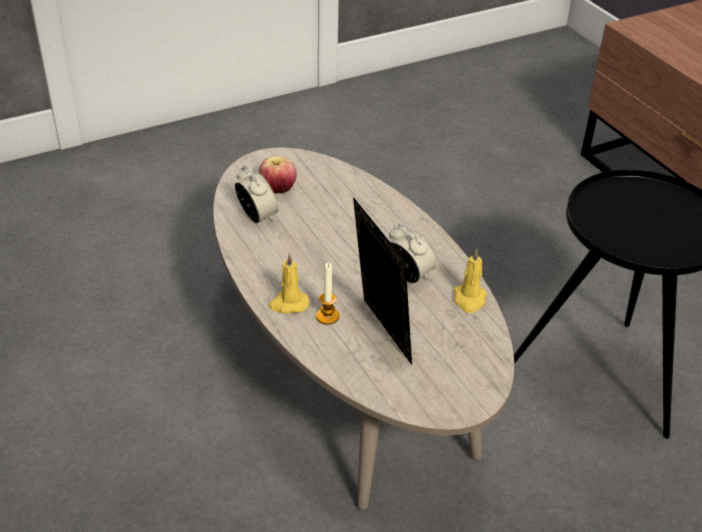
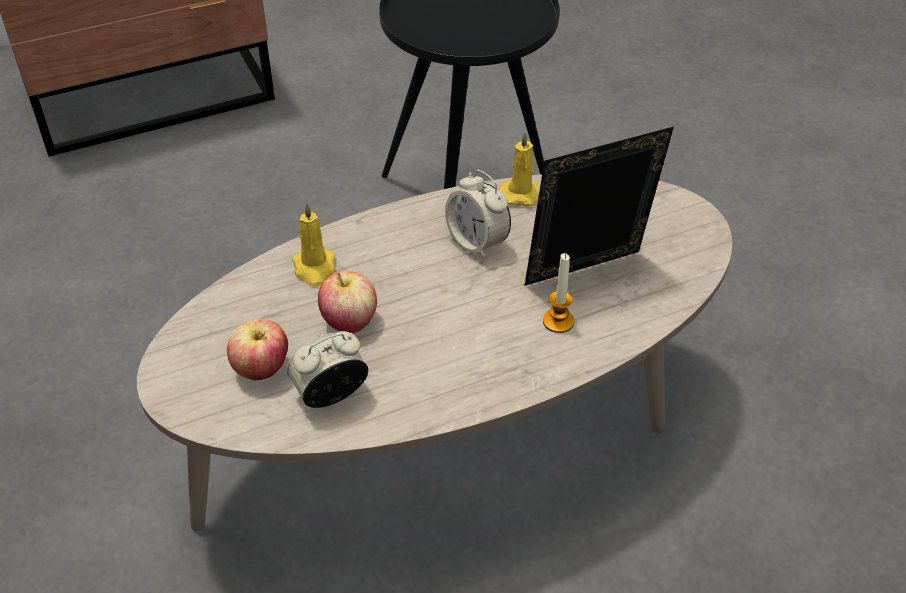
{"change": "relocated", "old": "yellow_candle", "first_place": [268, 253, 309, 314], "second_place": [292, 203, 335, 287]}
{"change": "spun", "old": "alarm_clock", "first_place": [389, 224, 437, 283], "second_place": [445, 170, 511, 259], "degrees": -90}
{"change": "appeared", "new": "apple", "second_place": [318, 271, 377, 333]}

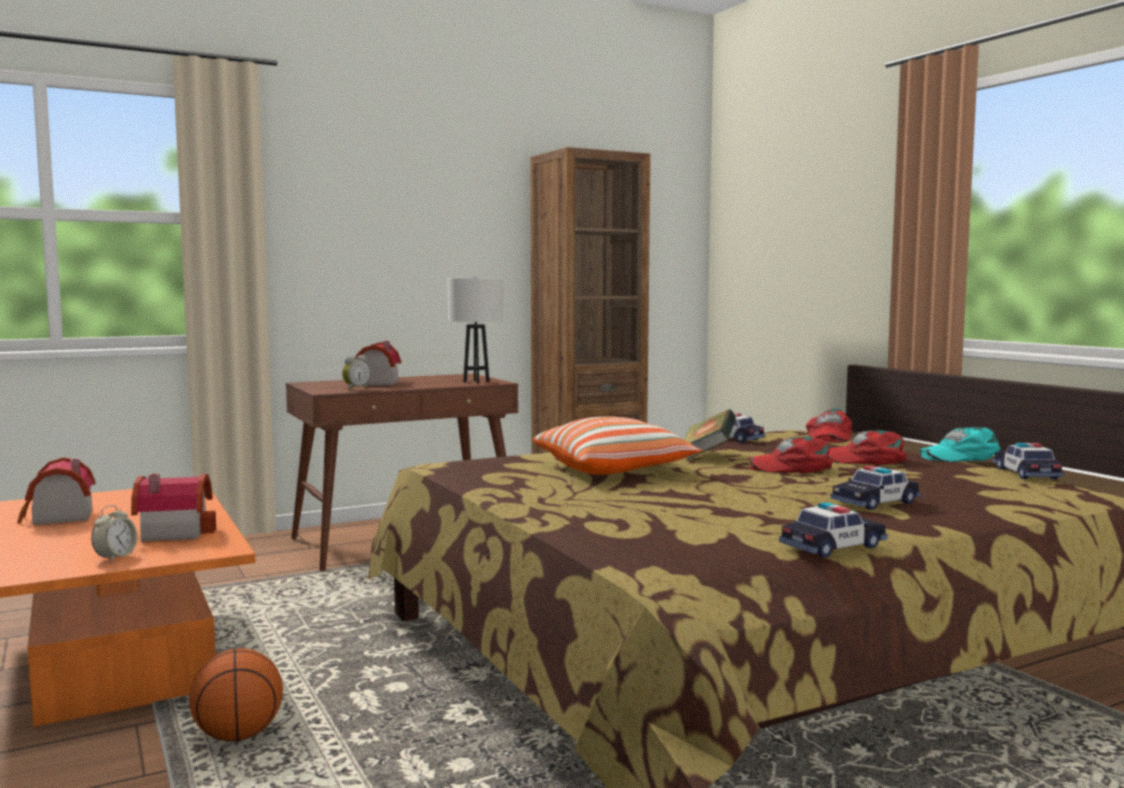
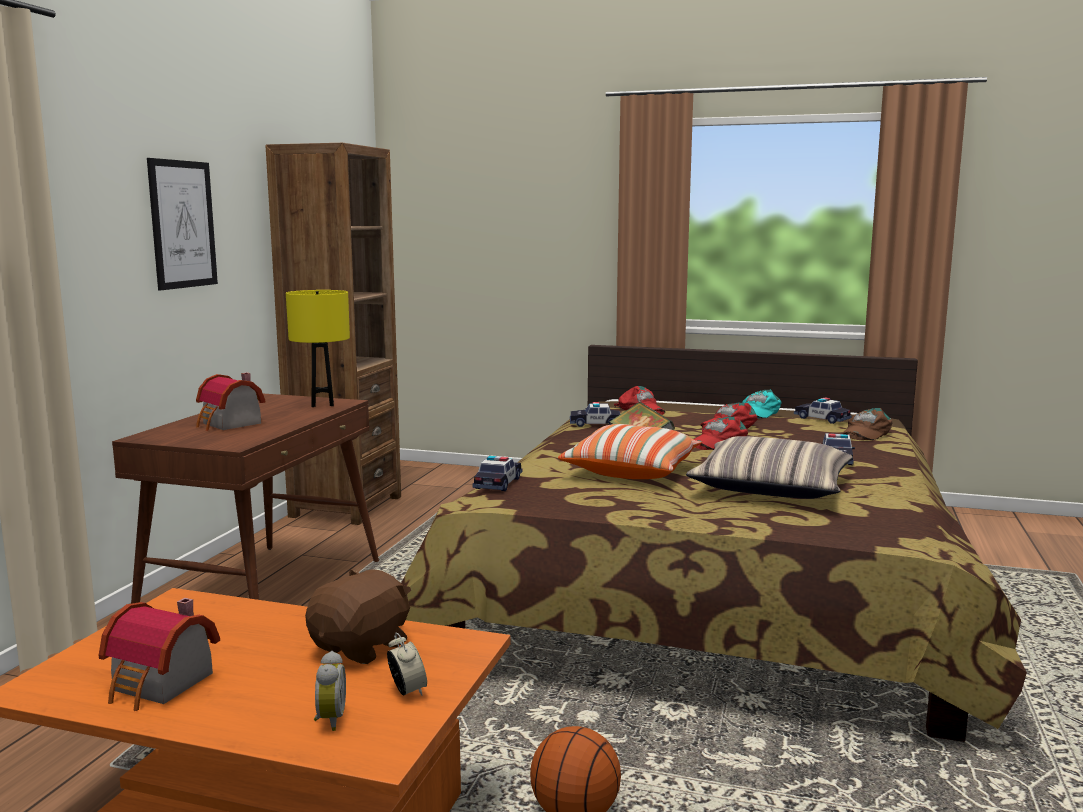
{"change": "exchanged", "old": "toy_house", "new": "brown_plush_toy", "first_place": [131, 473, 216, 542], "second_place": [305, 569, 411, 664]}
{"change": "relocated", "old": "alarm_clock", "first_place": [342, 355, 370, 391], "second_place": [314, 651, 346, 731]}
{"change": "colour", "old": "white_table_lamp", "new": "yellow_table_lamp", "first_place": [447, 277, 503, 383], "second_place": [286, 290, 350, 407]}
{"change": "relocated", "old": "toy_car", "first_place": [779, 502, 888, 558], "second_place": [472, 456, 522, 491]}
{"change": "appeared", "new": "picture", "second_place": [147, 158, 218, 290]}
{"change": "appeared", "new": "pillow", "second_place": [686, 436, 853, 499]}
{"change": "appeared", "new": "brown_cap", "second_place": [842, 408, 893, 440]}

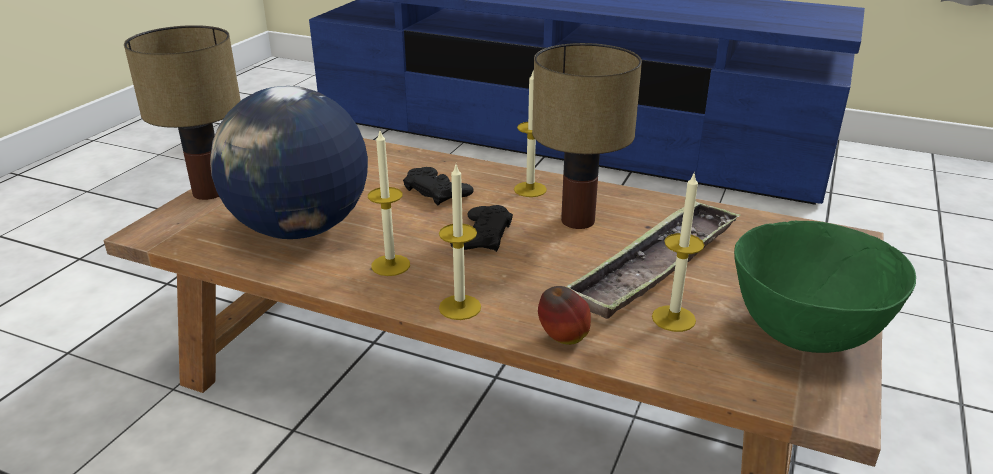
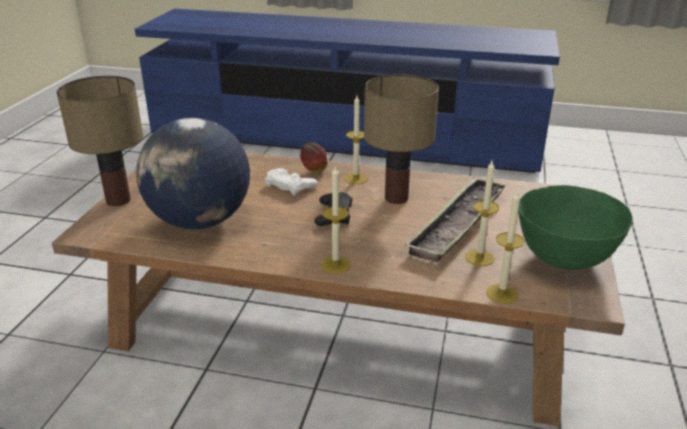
{"change": "relocated", "old": "candle", "first_place": [368, 131, 410, 276], "second_place": [486, 191, 525, 304]}
{"change": "colour", "old": "black_game_controller", "new": "white_game_controller", "first_place": [403, 167, 474, 205], "second_place": [264, 168, 317, 196]}
{"change": "relocated", "old": "apple", "first_place": [538, 286, 591, 345], "second_place": [300, 142, 328, 173]}

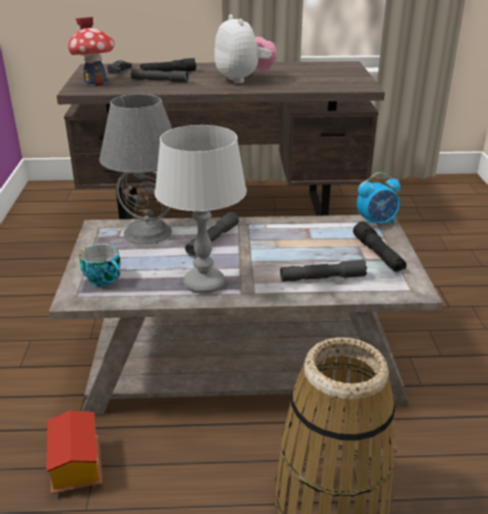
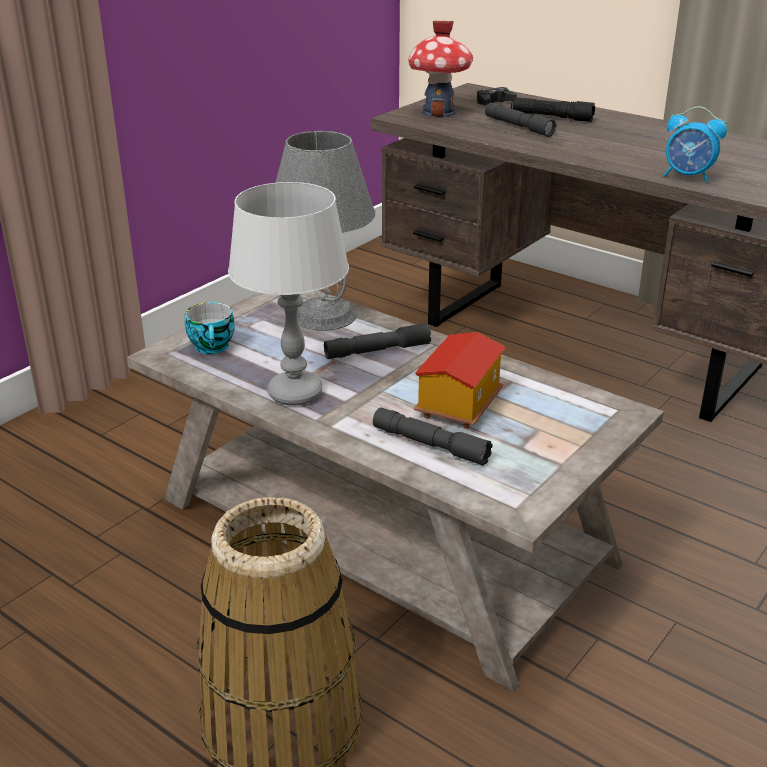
{"change": "relocated", "old": "toy_house", "first_place": [46, 411, 103, 494], "second_place": [414, 332, 506, 428]}
{"change": "missing", "old": "plush_toy", "first_place": [214, 14, 277, 84]}
{"change": "missing", "old": "black_flashlight", "first_place": [353, 221, 407, 272]}
{"change": "relocated", "old": "alarm_clock", "first_place": [357, 172, 401, 224], "second_place": [664, 106, 727, 182]}

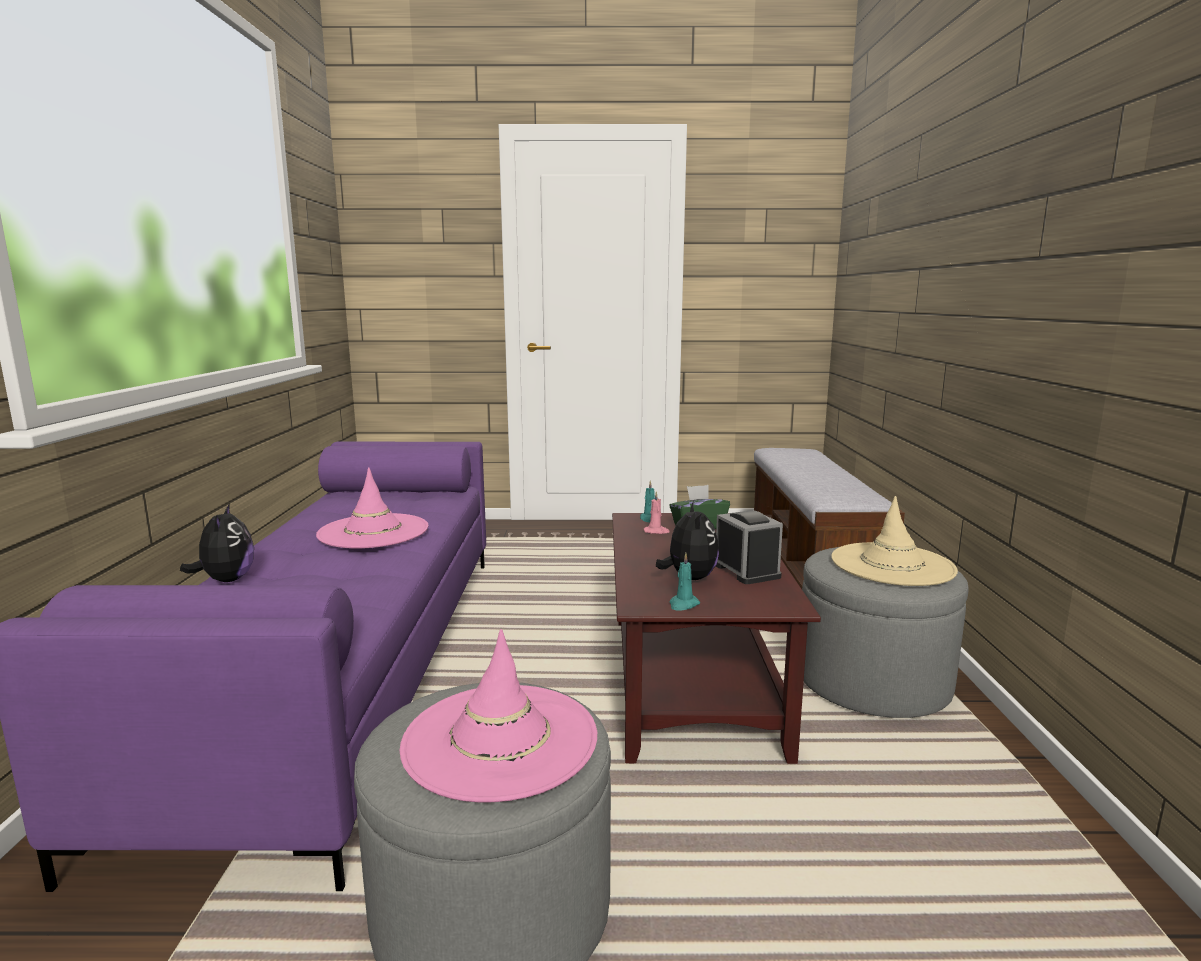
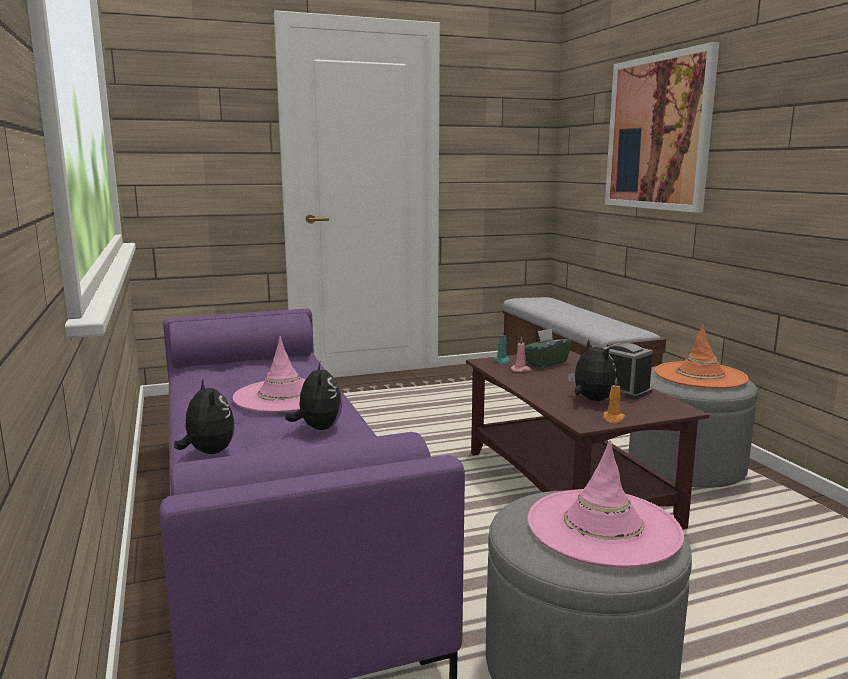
{"change": "colour", "old": "turquoise_candle", "new": "orange_candle", "first_place": [670, 553, 700, 611], "second_place": [603, 377, 625, 423]}
{"change": "colour", "old": "beige_hat", "new": "orange_hat", "first_place": [831, 496, 958, 586], "second_place": [655, 324, 749, 389]}
{"change": "appeared", "new": "plush_toy", "second_place": [285, 361, 342, 430]}
{"change": "appeared", "new": "picture", "second_place": [605, 42, 720, 213]}

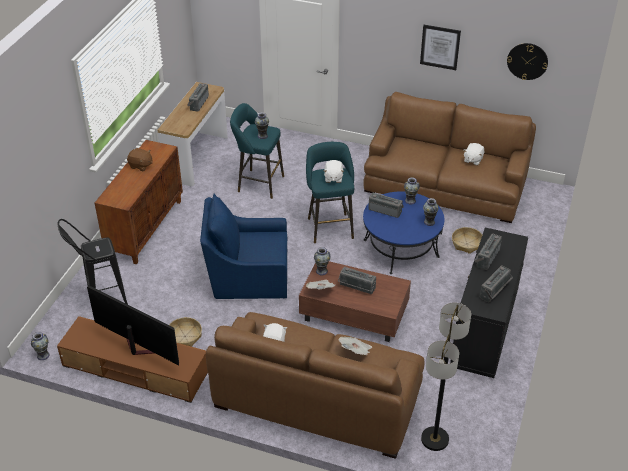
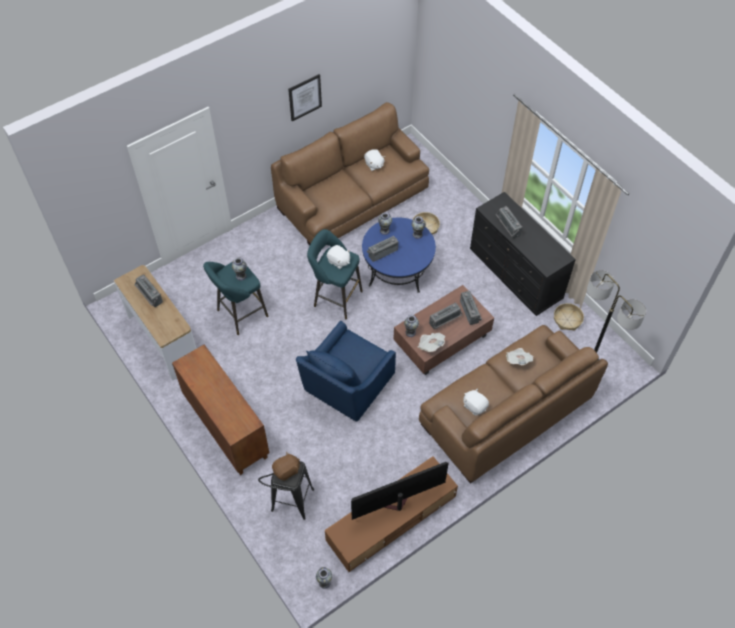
{"change": "relocated", "old": "brown_plush_toy", "first_place": [127, 148, 153, 171], "second_place": [272, 451, 300, 481]}
{"change": "relocated", "old": "basket", "first_place": [169, 317, 202, 347], "second_place": [554, 303, 584, 331]}
{"change": "relocated", "old": "radio", "first_place": [480, 265, 513, 302], "second_place": [460, 291, 482, 325]}
{"change": "missing", "old": "wall_clock", "first_place": [507, 43, 548, 80]}

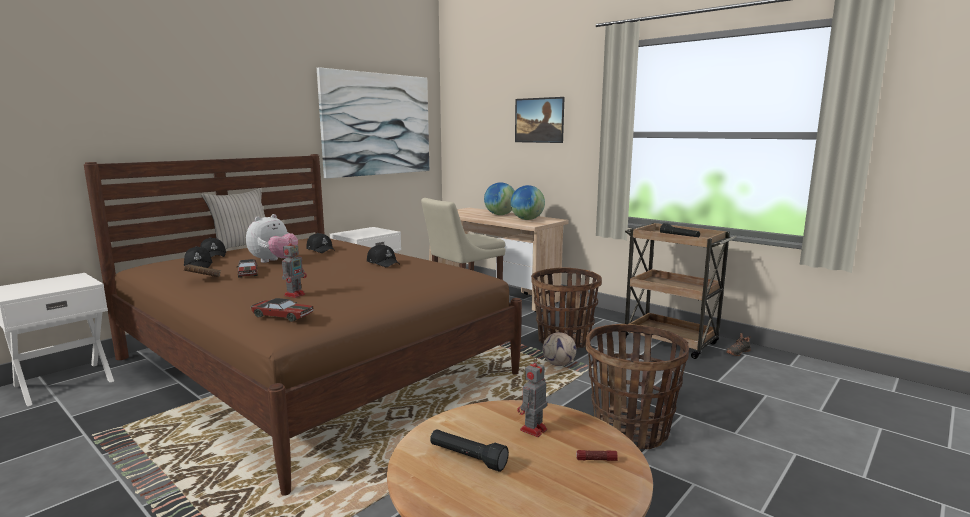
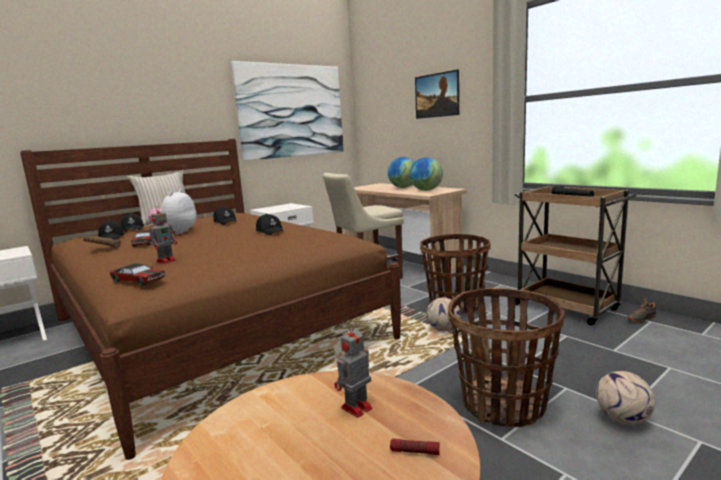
{"change": "spun", "old": "plush_toy", "first_place": [246, 214, 298, 263], "second_place": [148, 190, 197, 234], "degrees": 150}
{"change": "missing", "old": "black_flashlight", "first_place": [430, 429, 509, 472]}
{"change": "appeared", "new": "football", "second_place": [596, 371, 655, 425]}

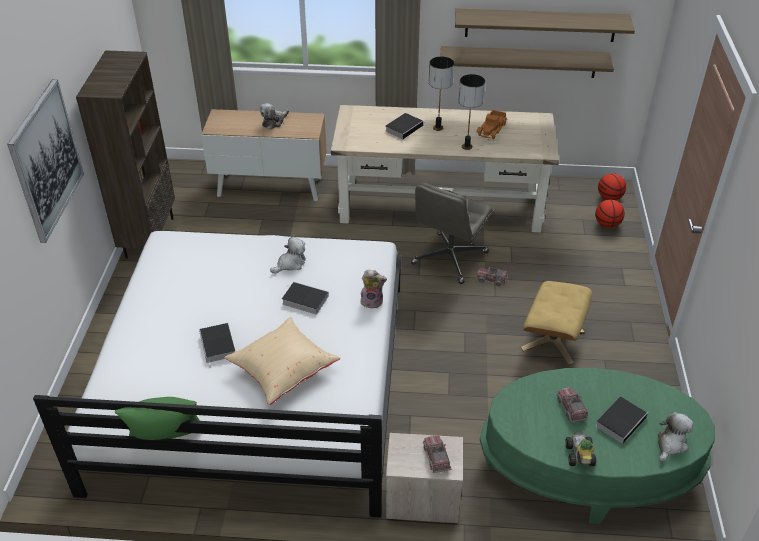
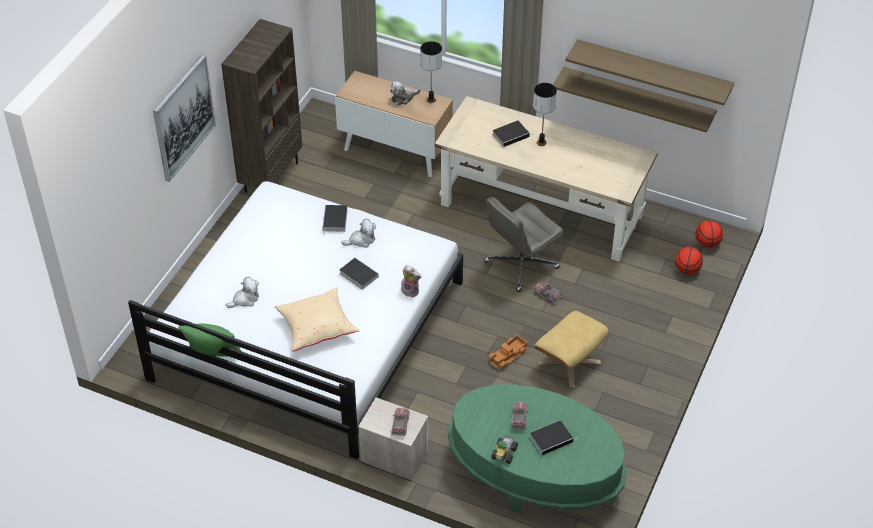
{"change": "relocated", "old": "book", "first_place": [199, 323, 235, 367], "second_place": [322, 205, 348, 236]}
{"change": "relocated", "old": "table_lamp", "first_place": [458, 74, 485, 150], "second_place": [420, 41, 442, 103]}
{"change": "relocated", "old": "toy_truck", "first_place": [476, 110, 507, 139], "second_place": [488, 335, 527, 369]}
{"change": "relocated", "old": "plush_toy", "first_place": [658, 412, 693, 462], "second_place": [226, 277, 259, 308]}

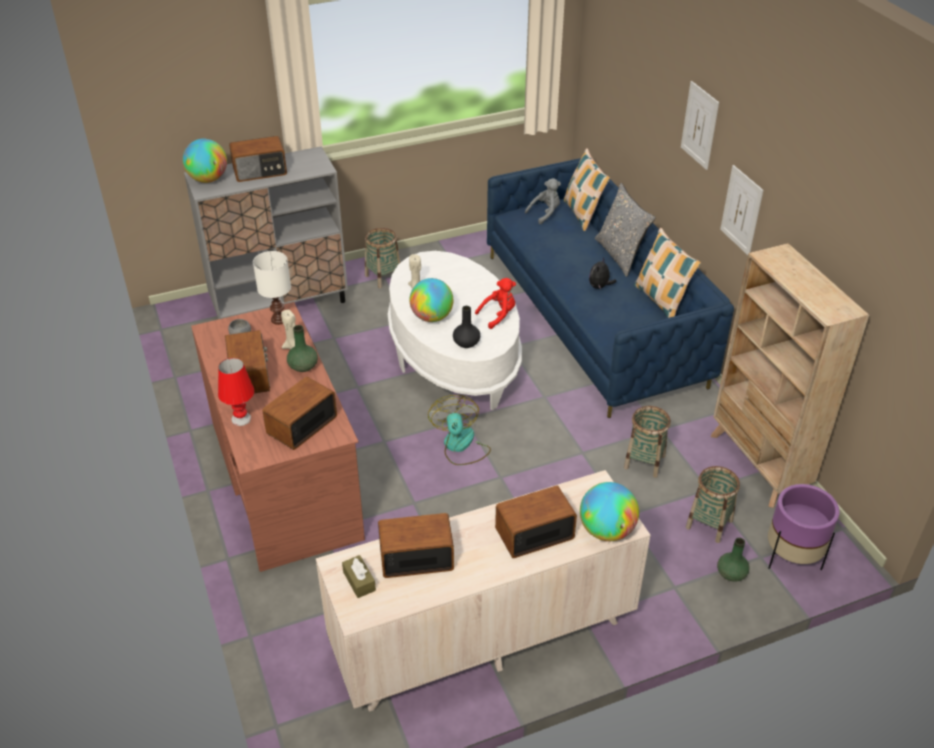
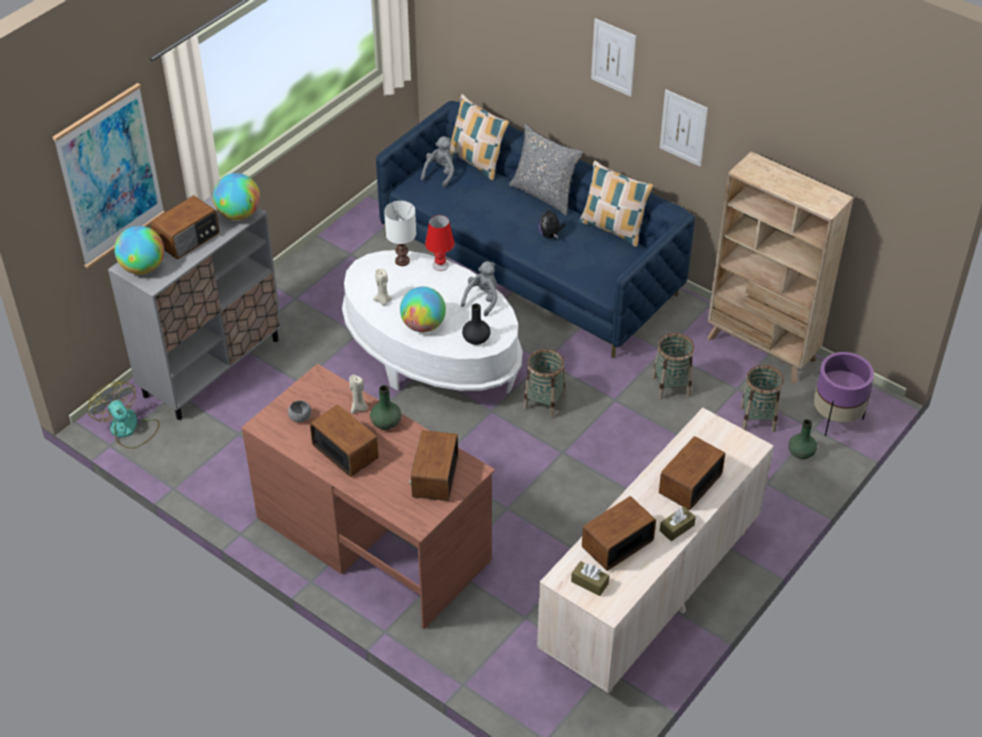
{"change": "relocated", "old": "red_table_lamp", "first_place": [218, 358, 254, 426], "second_place": [425, 215, 455, 271]}
{"change": "relocated", "old": "white_table_lamp", "first_place": [253, 251, 291, 325], "second_place": [384, 201, 416, 266]}
{"change": "relocated", "old": "basket", "first_place": [365, 228, 400, 288], "second_place": [523, 349, 566, 418]}
{"change": "relocated", "old": "fan", "first_place": [428, 395, 491, 465], "second_place": [88, 381, 160, 449]}
{"change": "colour", "old": "red_plush_toy", "new": "grey_plush_toy", "first_place": [475, 278, 516, 329], "second_place": [461, 261, 498, 316]}
{"change": "relocated", "old": "globe", "first_place": [580, 482, 639, 541], "second_place": [213, 173, 260, 220]}
{"change": "appeared", "new": "picture", "second_place": [53, 83, 165, 269]}
{"change": "appeared", "new": "brown_tissue_box", "second_place": [660, 507, 696, 541]}

